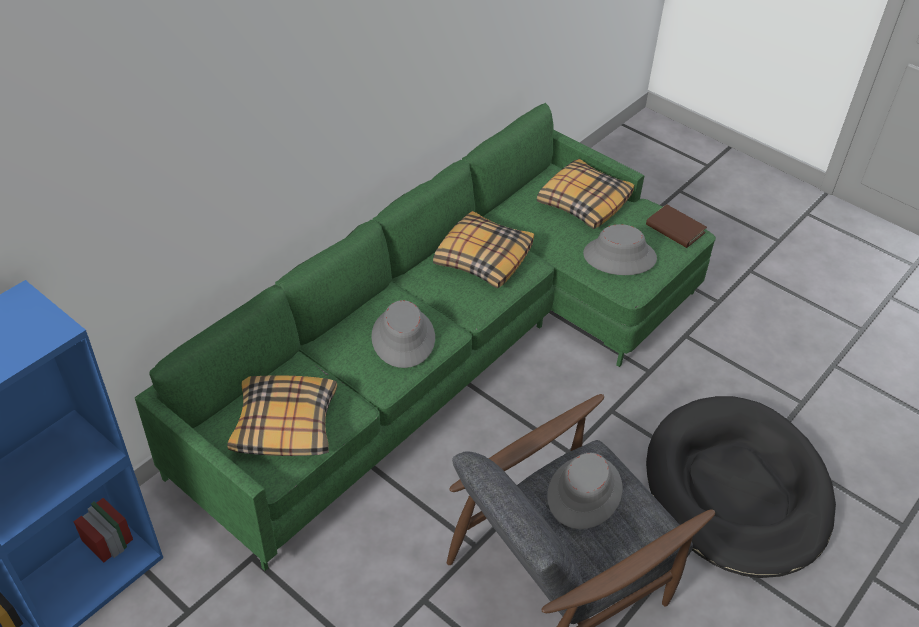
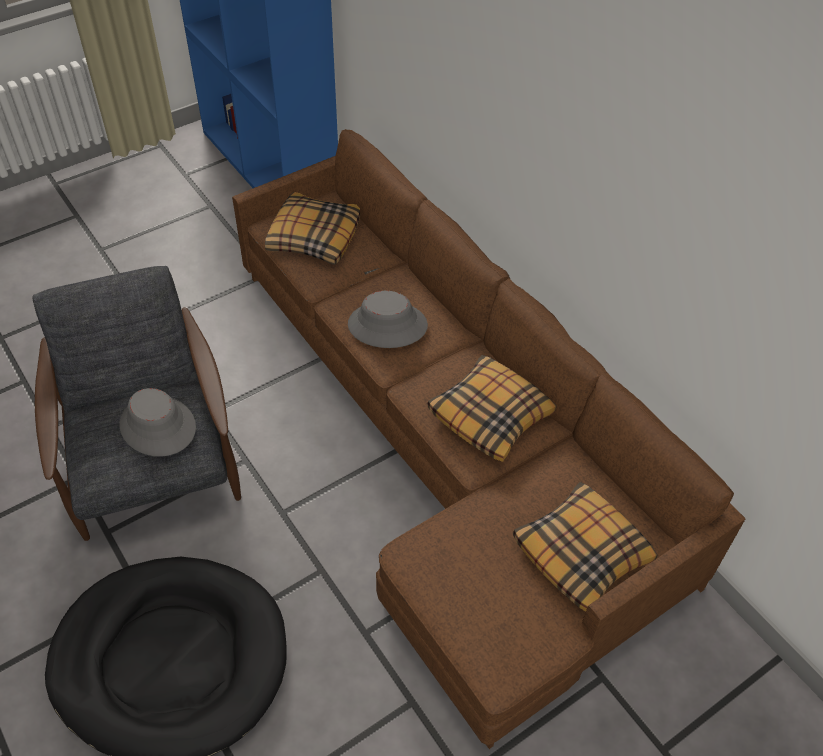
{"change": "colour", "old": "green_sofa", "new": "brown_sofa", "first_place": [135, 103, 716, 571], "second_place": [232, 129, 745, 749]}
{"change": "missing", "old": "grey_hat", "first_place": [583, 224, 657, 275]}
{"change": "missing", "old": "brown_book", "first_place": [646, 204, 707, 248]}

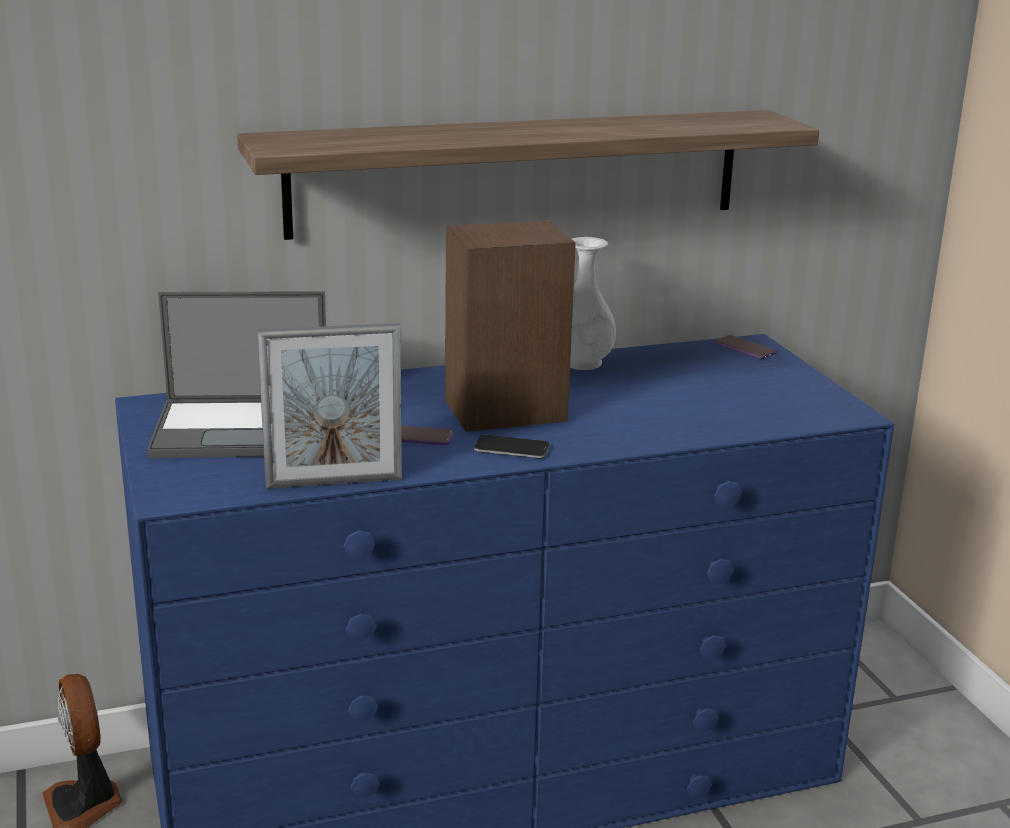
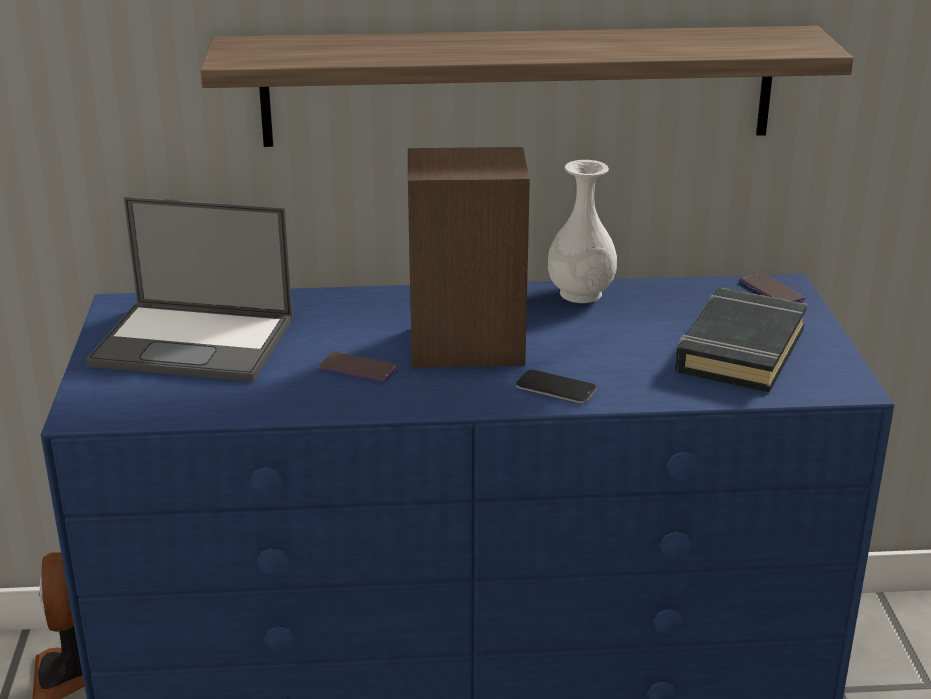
{"change": "missing", "old": "picture_frame", "first_place": [257, 323, 402, 489]}
{"change": "relocated", "old": "phone", "first_place": [474, 435, 550, 458], "second_place": [516, 370, 597, 404]}
{"change": "appeared", "new": "black_book", "second_place": [675, 288, 808, 392]}

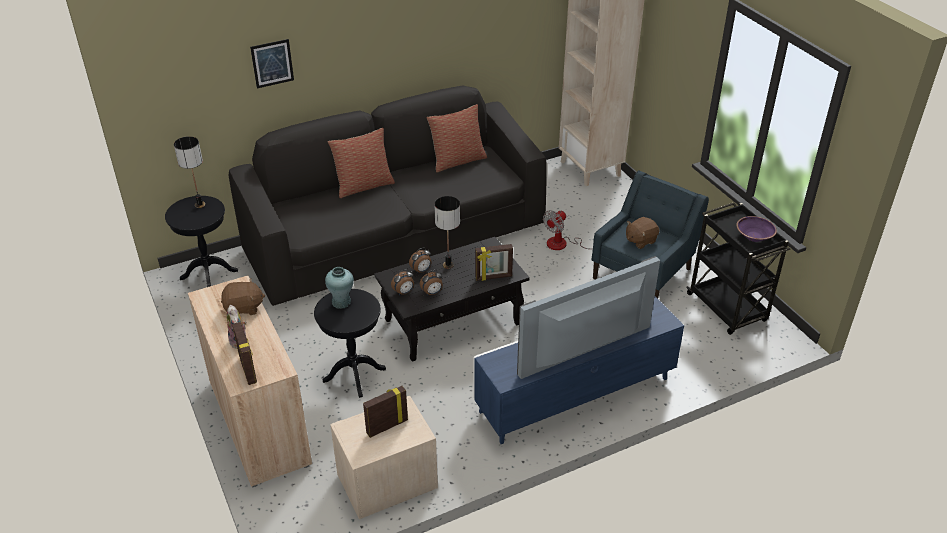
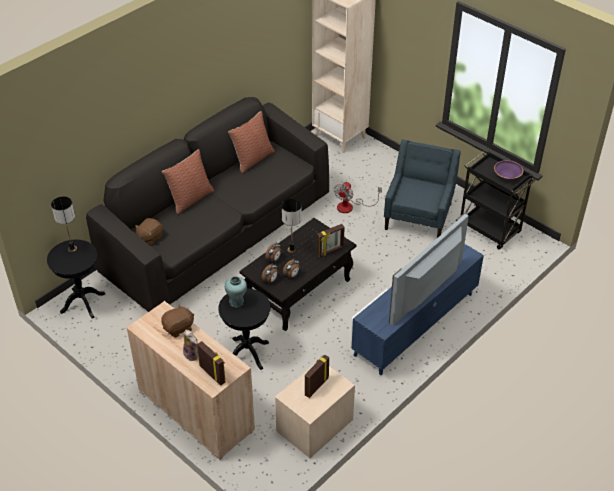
{"change": "missing", "old": "picture", "first_place": [250, 39, 294, 88]}
{"change": "relocated", "old": "brown_plush_toy", "first_place": [626, 217, 659, 249], "second_place": [135, 218, 163, 245]}

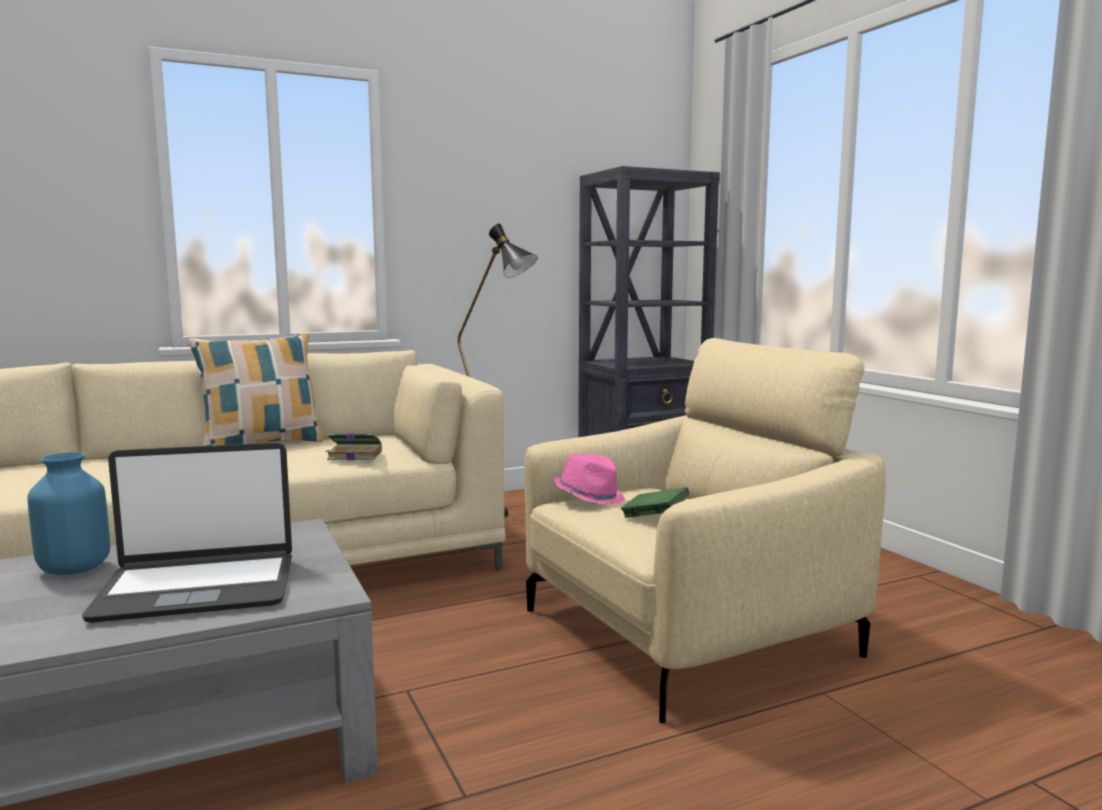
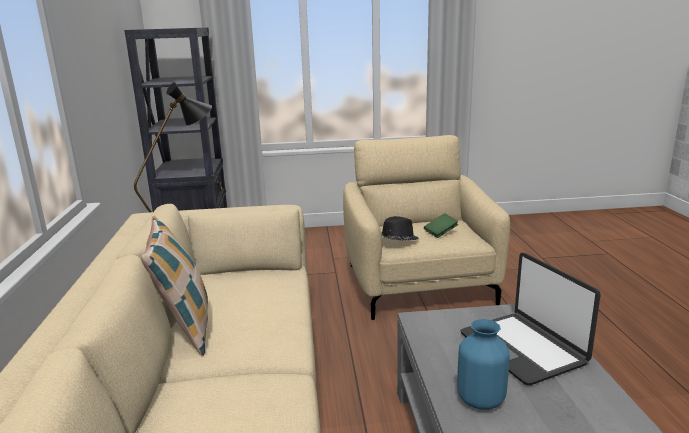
{"change": "spun", "old": "laptop", "first_place": [82, 442, 292, 623], "second_place": [460, 253, 601, 385], "degrees": 150}
{"change": "missing", "old": "book", "first_place": [325, 434, 382, 460]}
{"change": "colour", "old": "pink_hat", "new": "black_hat", "first_place": [554, 454, 625, 504], "second_place": [381, 216, 418, 241]}

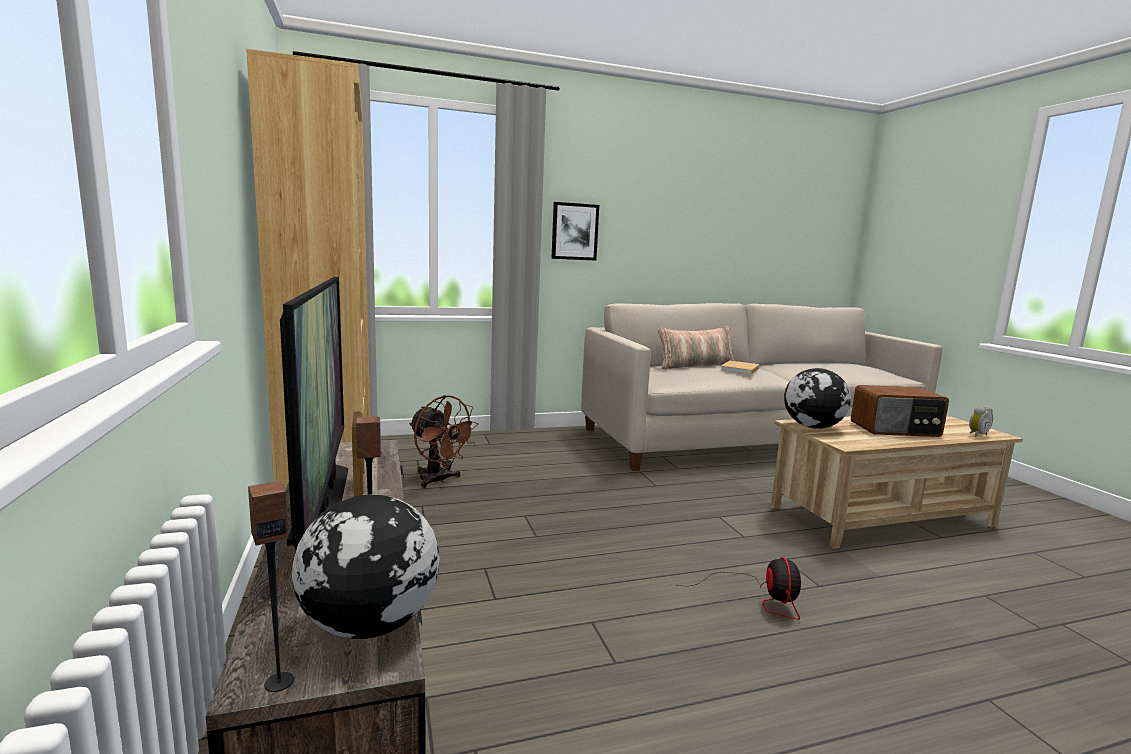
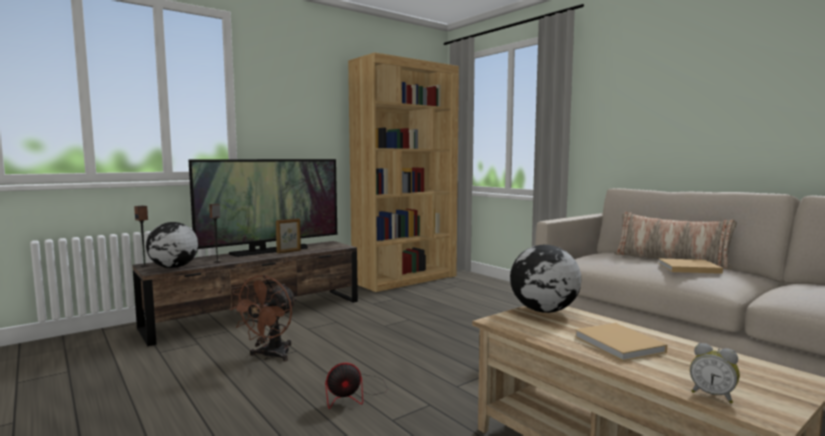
{"change": "relocated", "old": "brown_fan", "first_place": [409, 395, 479, 488], "second_place": [230, 275, 297, 361]}
{"change": "missing", "old": "picture", "first_place": [551, 202, 599, 261]}
{"change": "exchanged", "old": "radio", "new": "beige_book", "first_place": [851, 385, 949, 437], "second_place": [574, 323, 667, 361]}

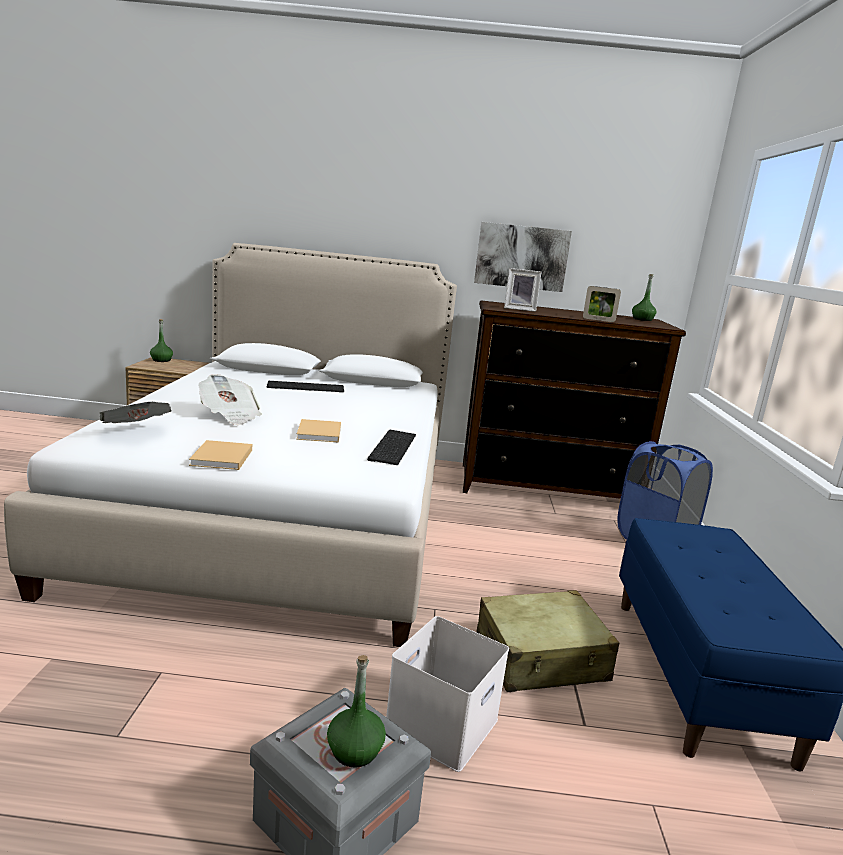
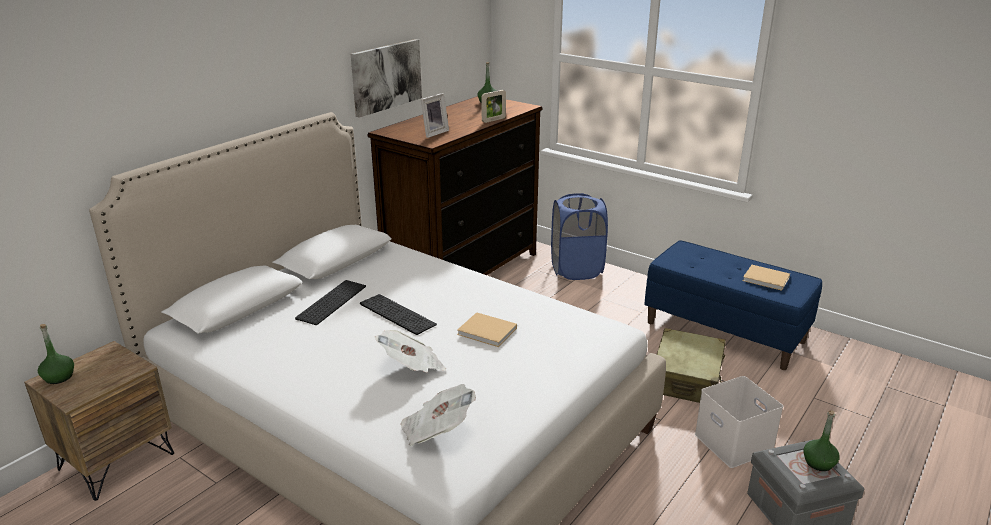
{"change": "relocated", "old": "beige_book", "first_place": [189, 440, 252, 470], "second_place": [743, 265, 790, 291]}
{"change": "relocated", "old": "keyboard", "first_place": [367, 430, 416, 465], "second_place": [360, 294, 437, 335]}

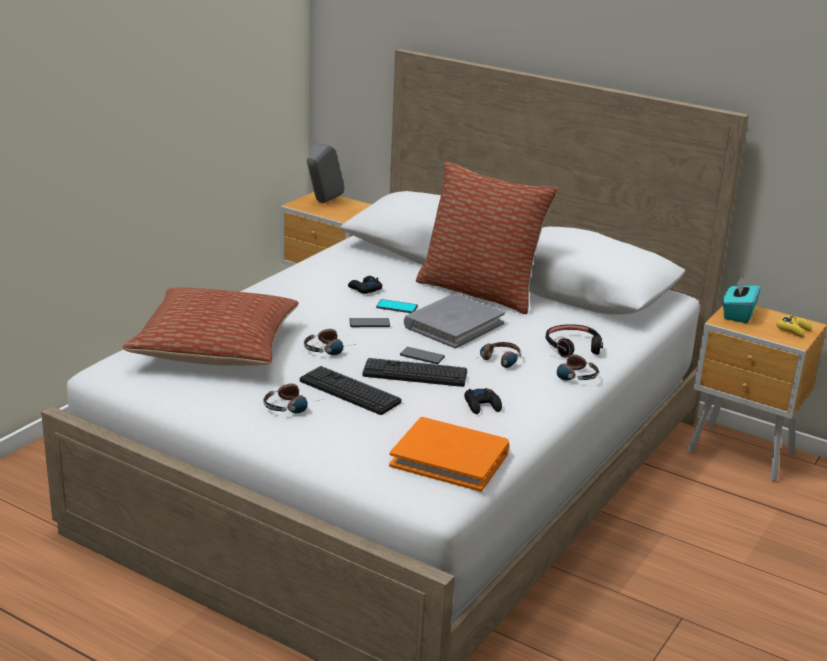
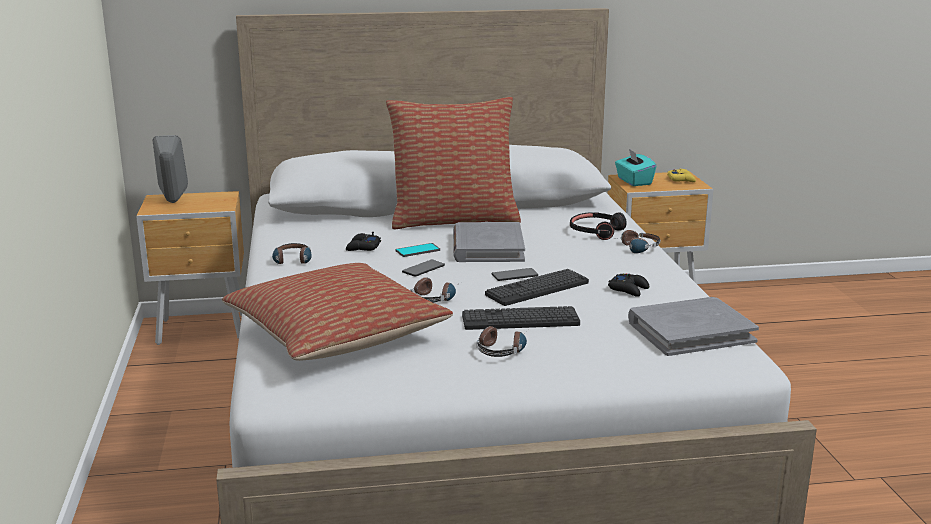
{"change": "colour", "old": "orange_book", "new": "grey_book", "first_place": [389, 417, 509, 492], "second_place": [628, 297, 759, 356]}
{"change": "relocated", "old": "headphones", "first_place": [473, 342, 521, 368], "second_place": [272, 243, 312, 264]}

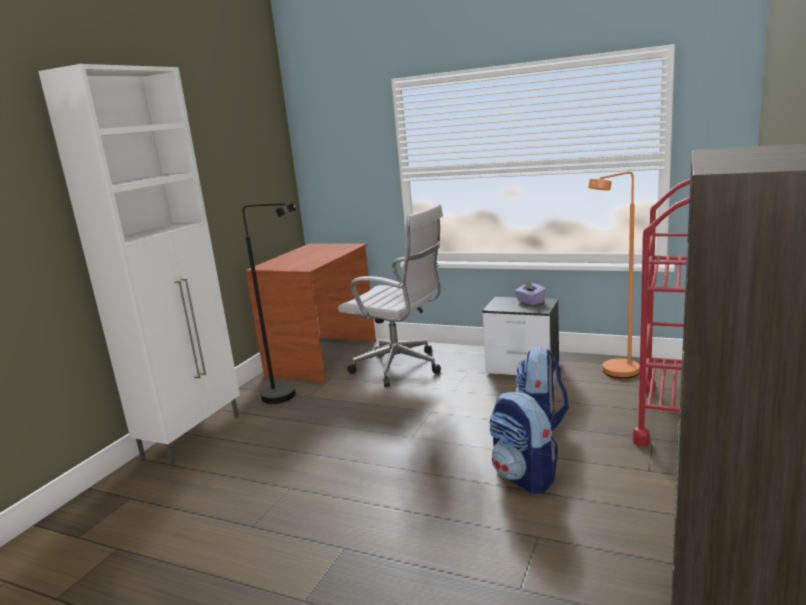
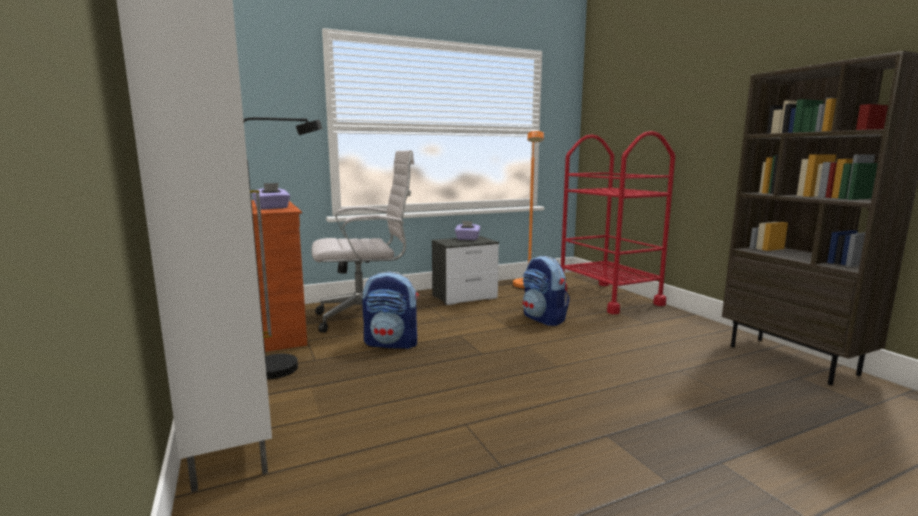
{"change": "relocated", "old": "backpack", "first_place": [489, 392, 558, 494], "second_place": [362, 272, 419, 349]}
{"change": "appeared", "new": "purple_tissue_box", "second_place": [252, 183, 290, 209]}

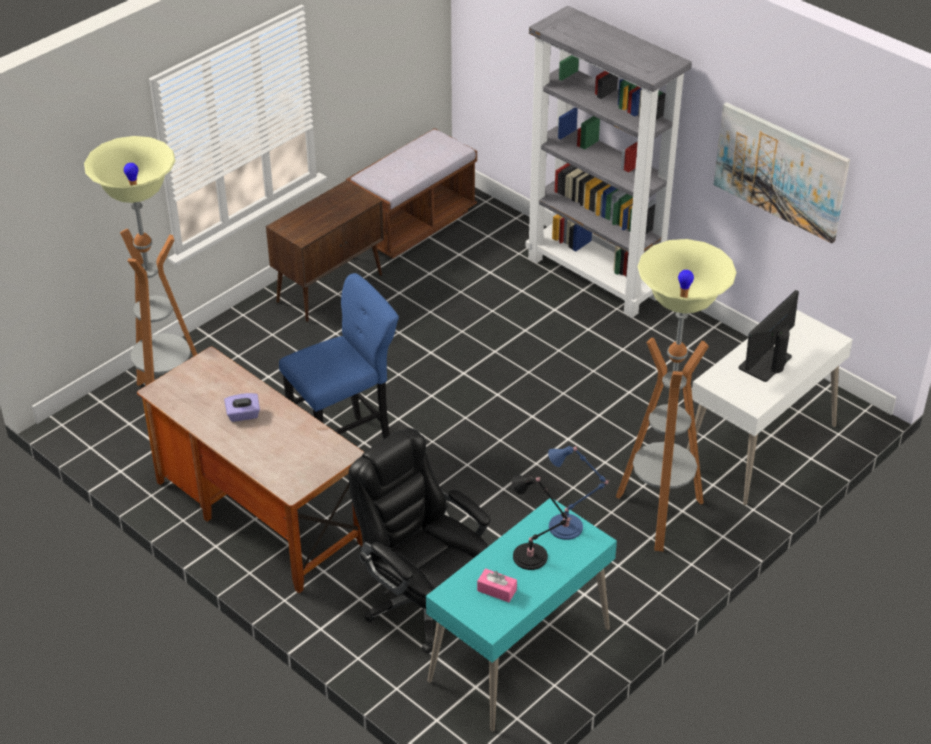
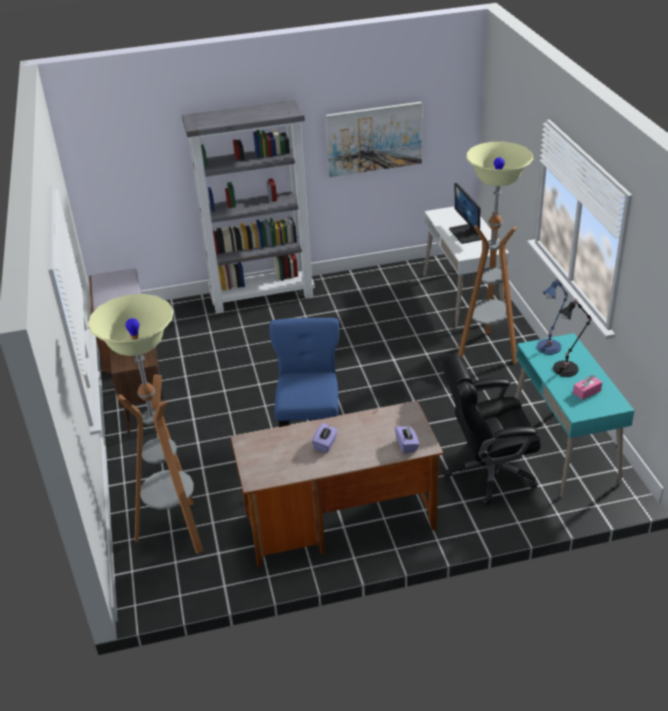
{"change": "appeared", "new": "purple_tissue_box", "second_place": [395, 425, 419, 454]}

